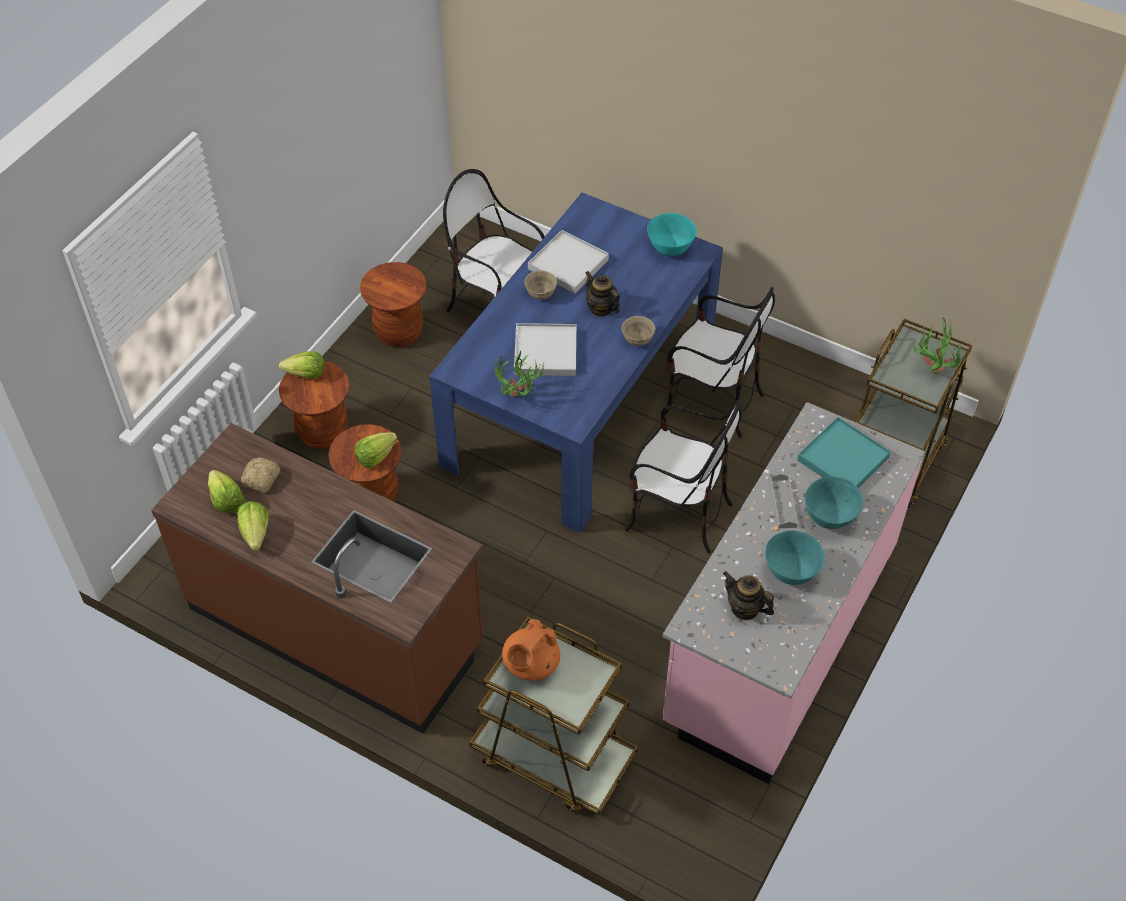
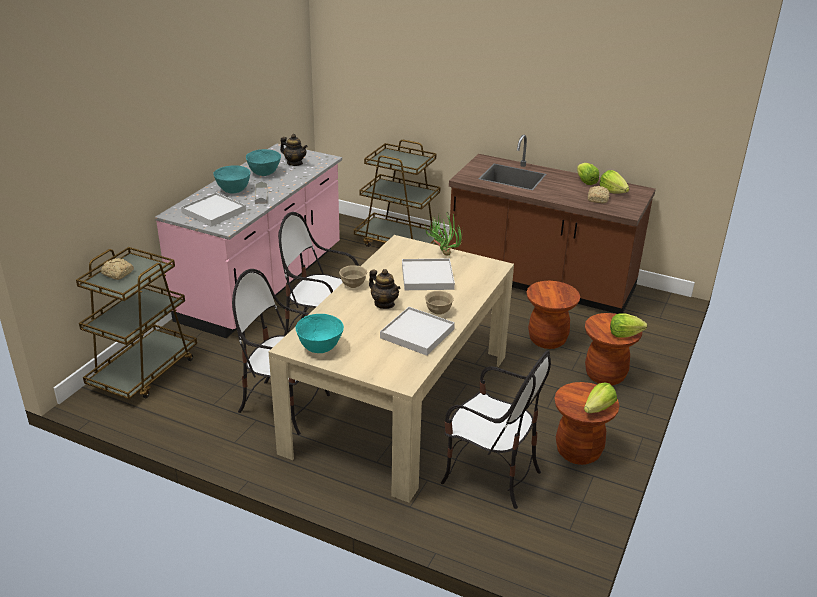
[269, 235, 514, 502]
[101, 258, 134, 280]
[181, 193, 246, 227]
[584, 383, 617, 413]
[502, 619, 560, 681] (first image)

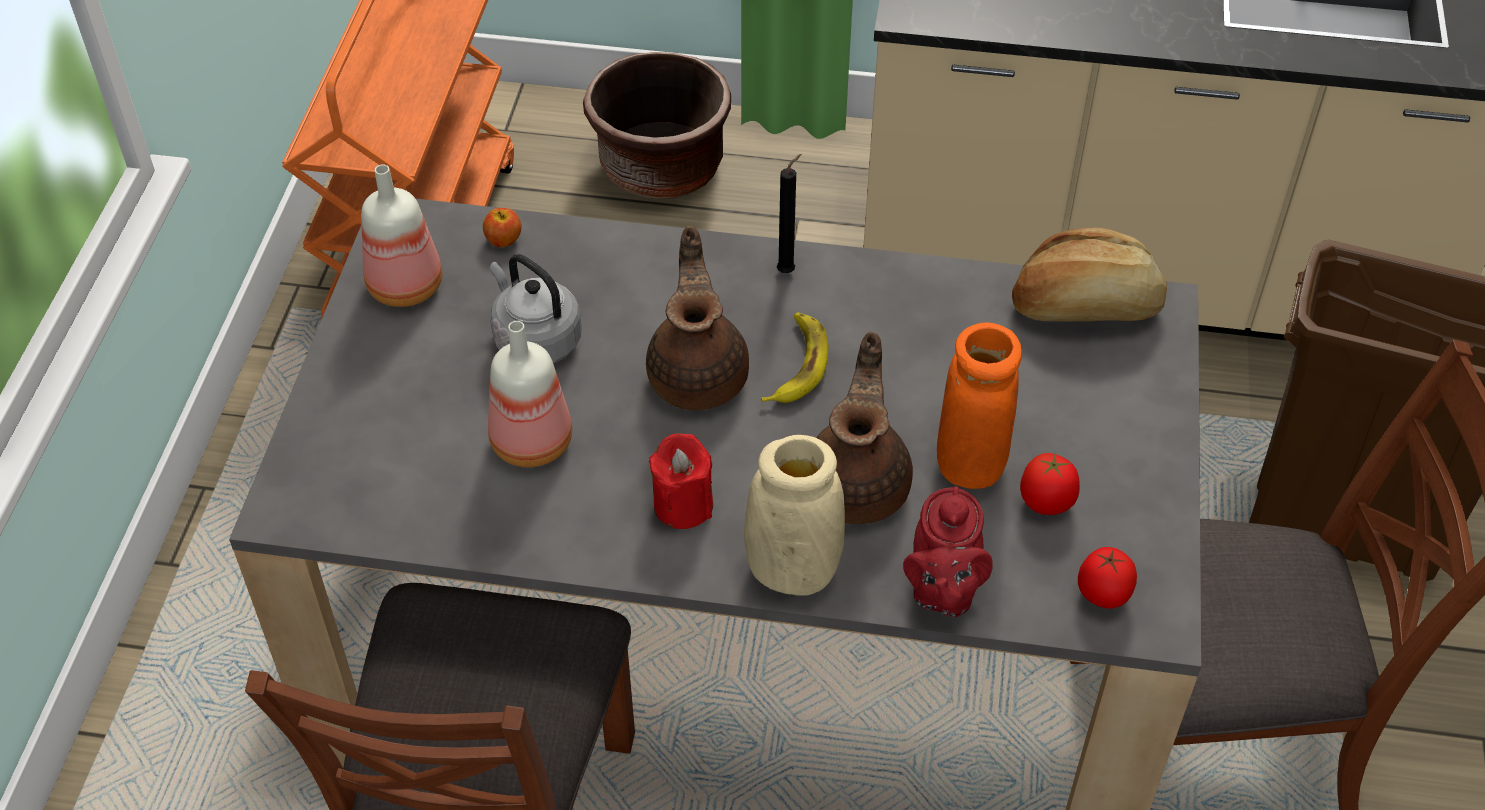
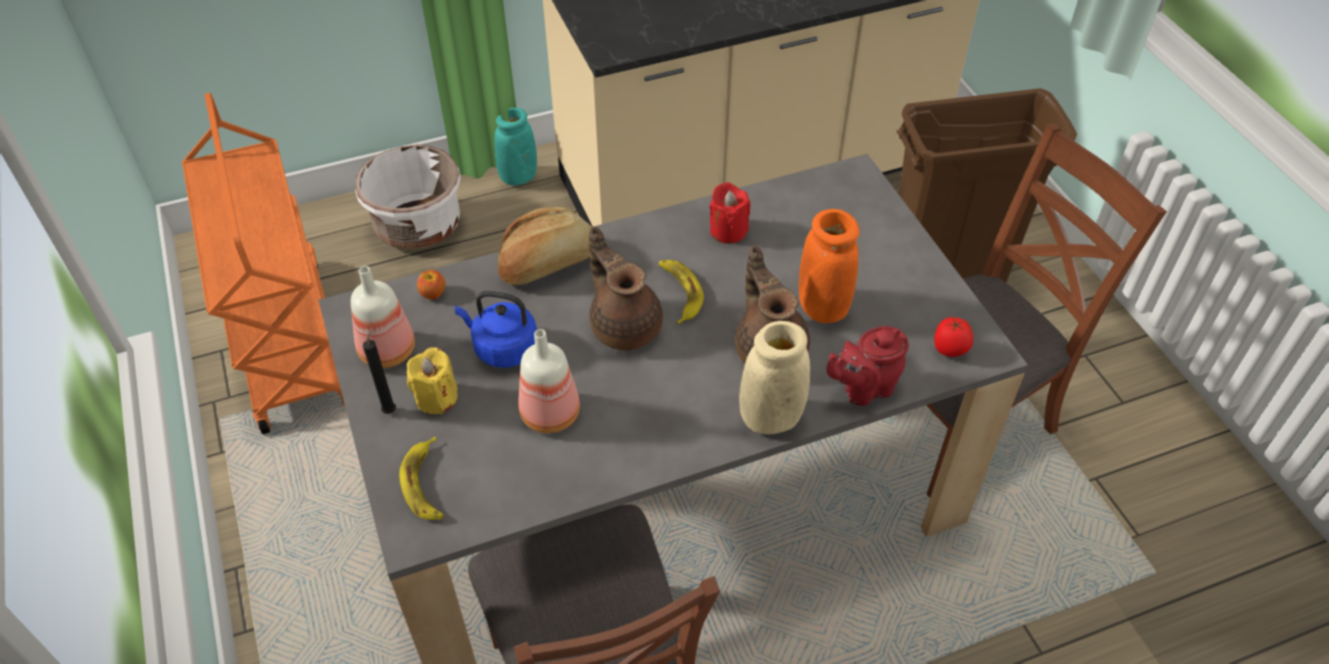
[356, 145, 461, 250]
[363, 327, 396, 414]
[498, 207, 592, 285]
[455, 291, 537, 368]
[710, 182, 750, 244]
[1020, 452, 1080, 515] (first image)
[826, 326, 909, 406]
[494, 108, 537, 186]
[407, 347, 458, 414]
[399, 437, 444, 520]

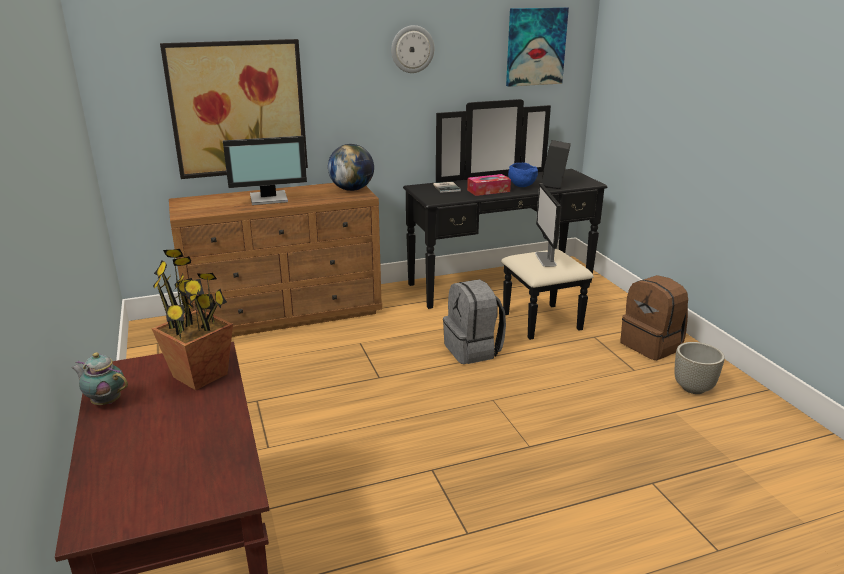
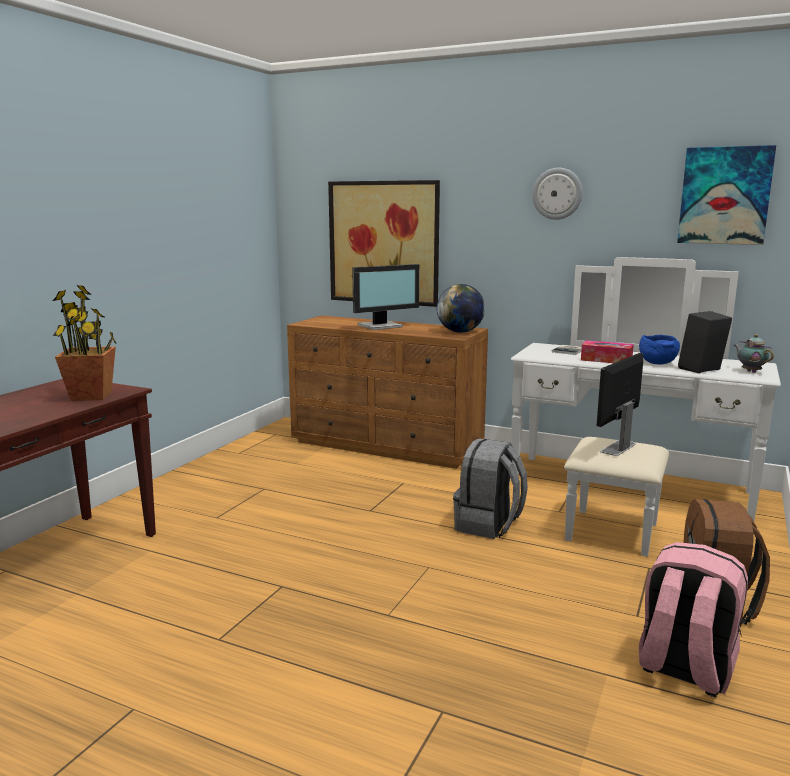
[511, 257, 781, 557]
[352, 264, 419, 330]
[639, 542, 748, 697]
[734, 334, 774, 373]

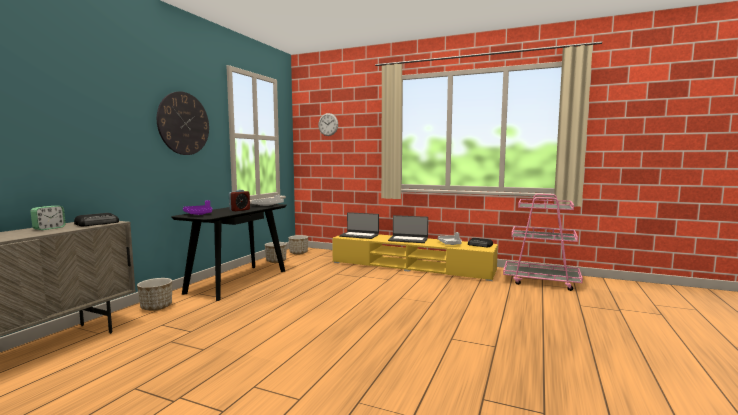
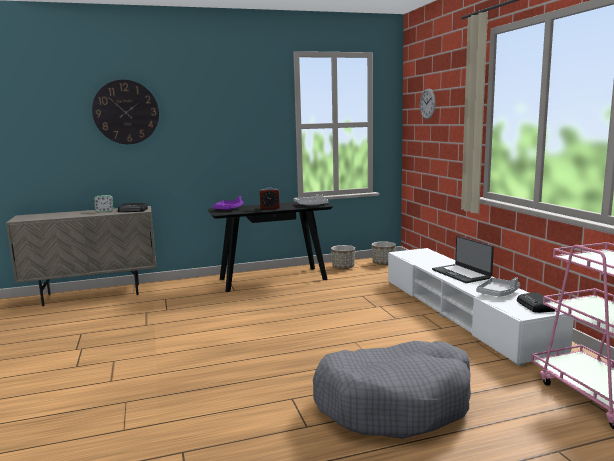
[92, 80, 159, 144]
[339, 212, 379, 239] (first image)
[388, 248, 574, 366]
[137, 278, 172, 311] (first image)
[313, 341, 471, 439]

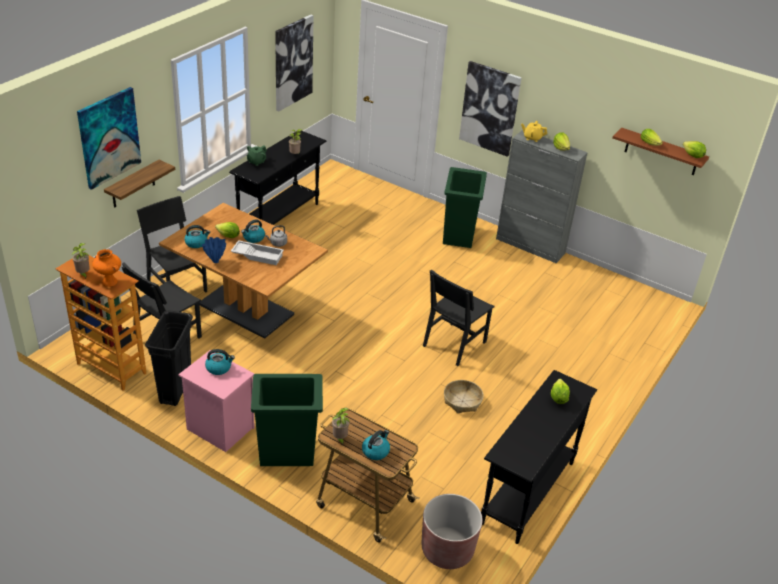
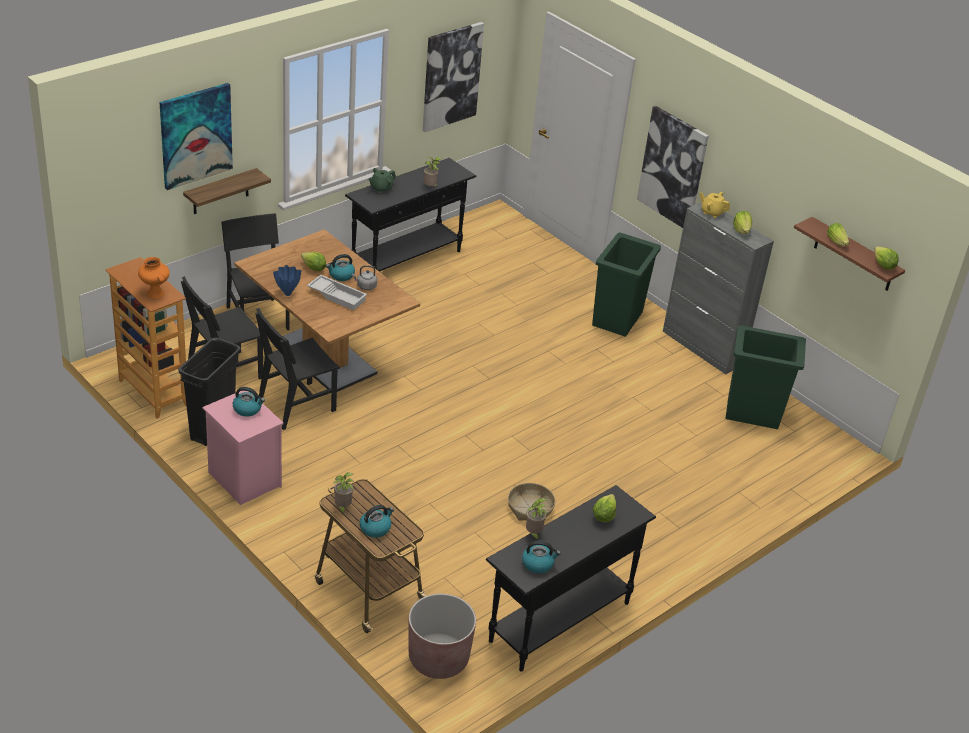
[522, 540, 561, 573]
[526, 498, 547, 541]
[255, 308, 340, 430]
[726, 325, 806, 429]

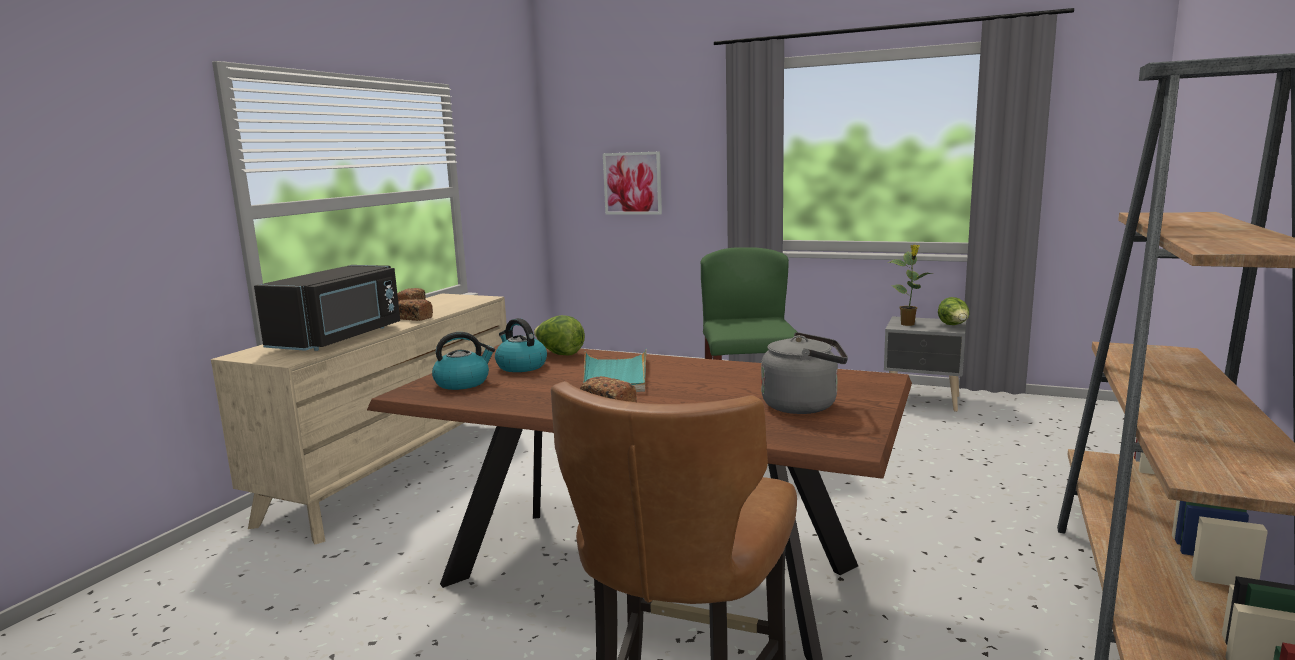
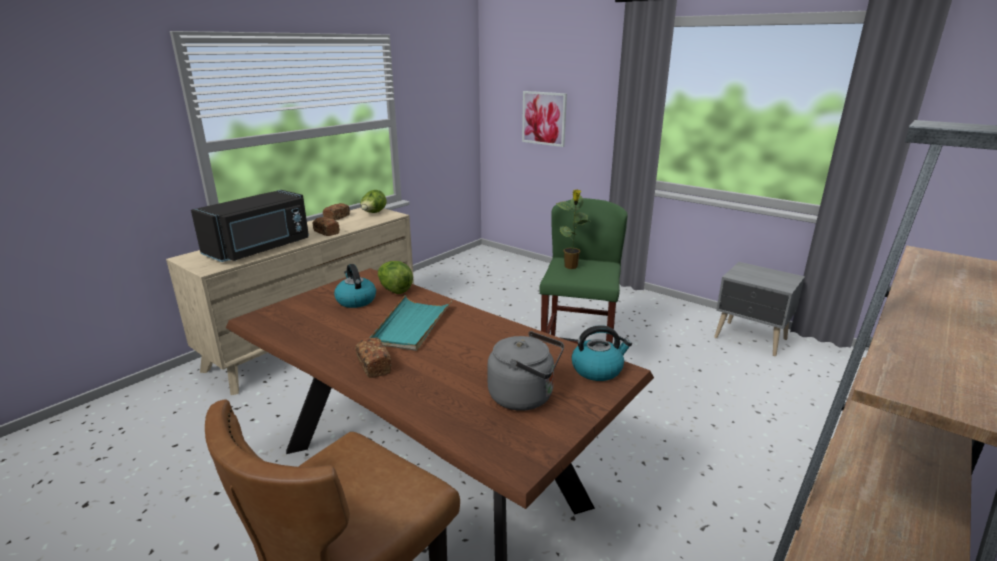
[556, 189, 591, 269]
[360, 190, 387, 213]
[571, 325, 632, 381]

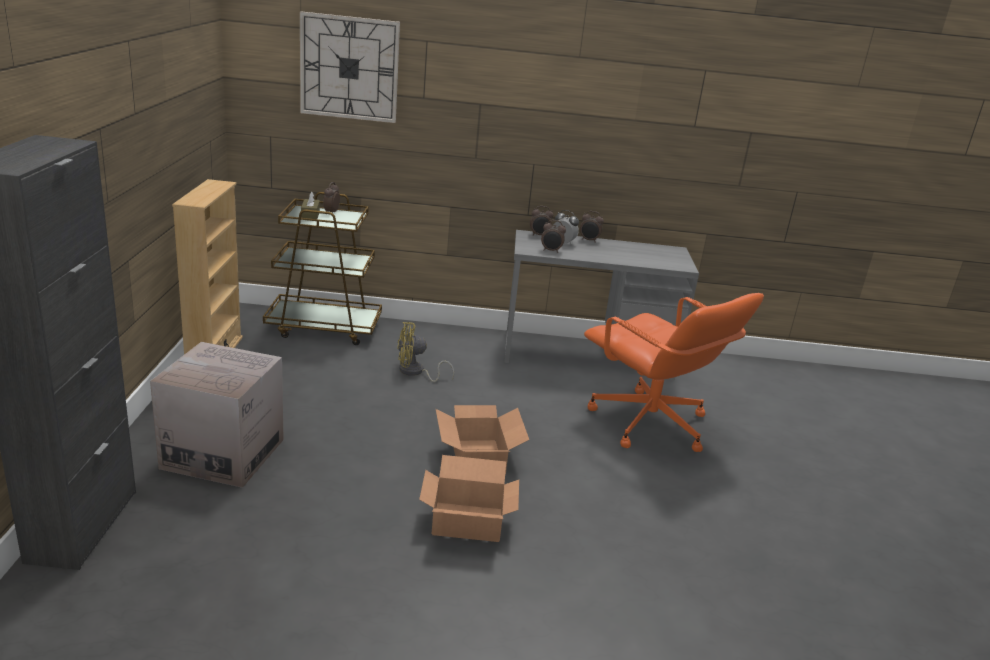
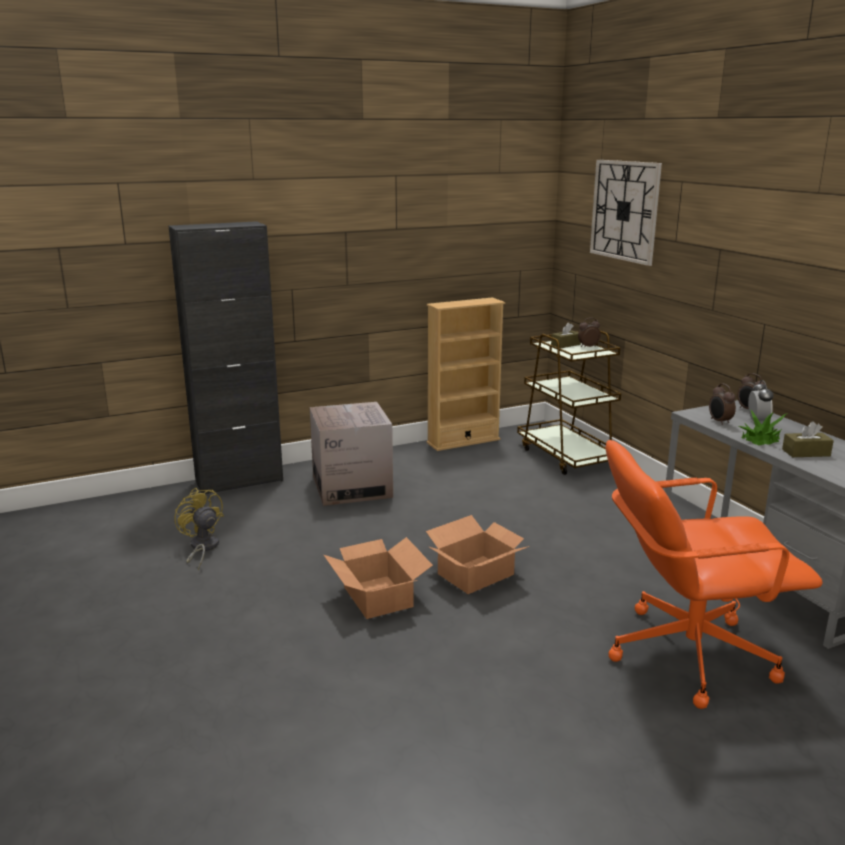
[580, 211, 604, 243] (first image)
[605, 440, 823, 709]
[174, 488, 224, 571]
[738, 409, 788, 445]
[782, 421, 834, 457]

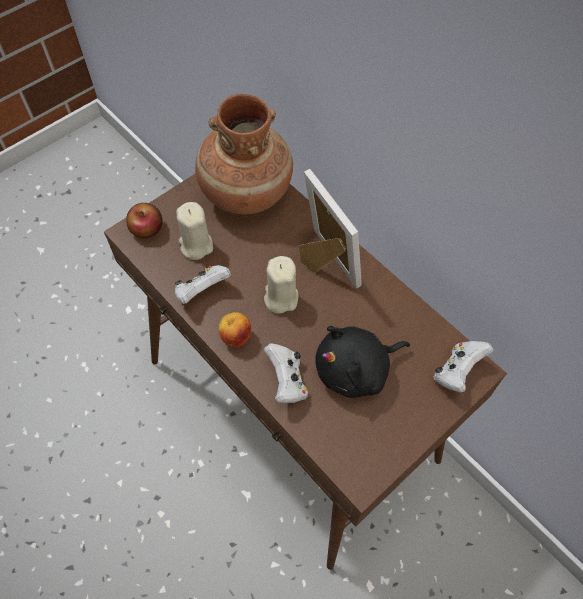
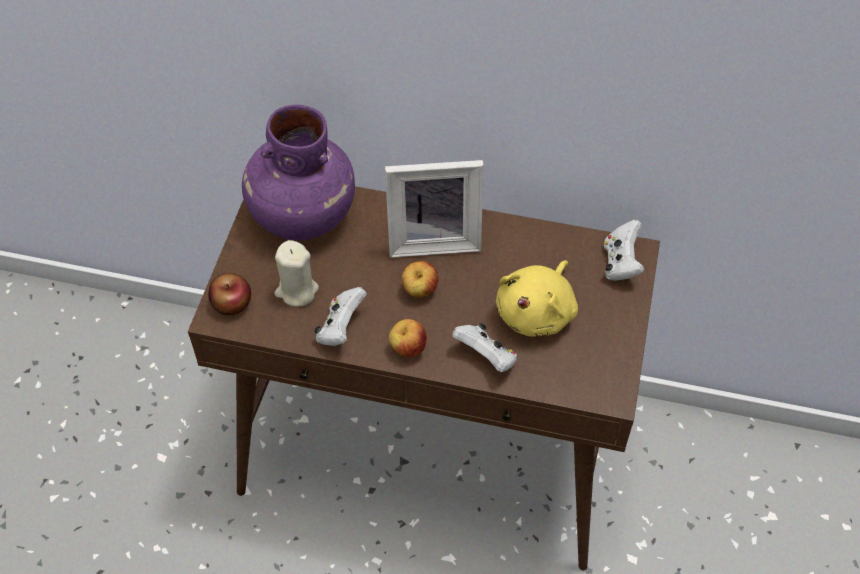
[242, 104, 355, 241]
[385, 160, 483, 258]
[402, 261, 439, 297]
[496, 260, 578, 337]

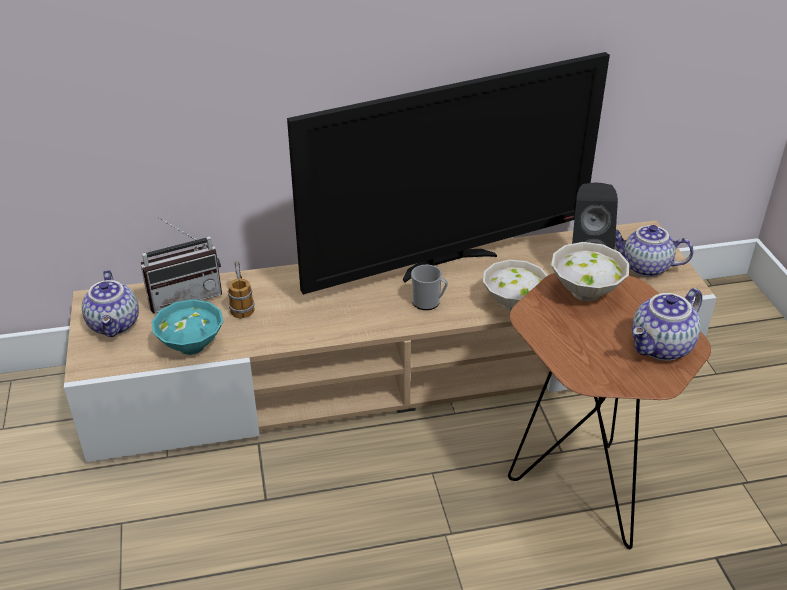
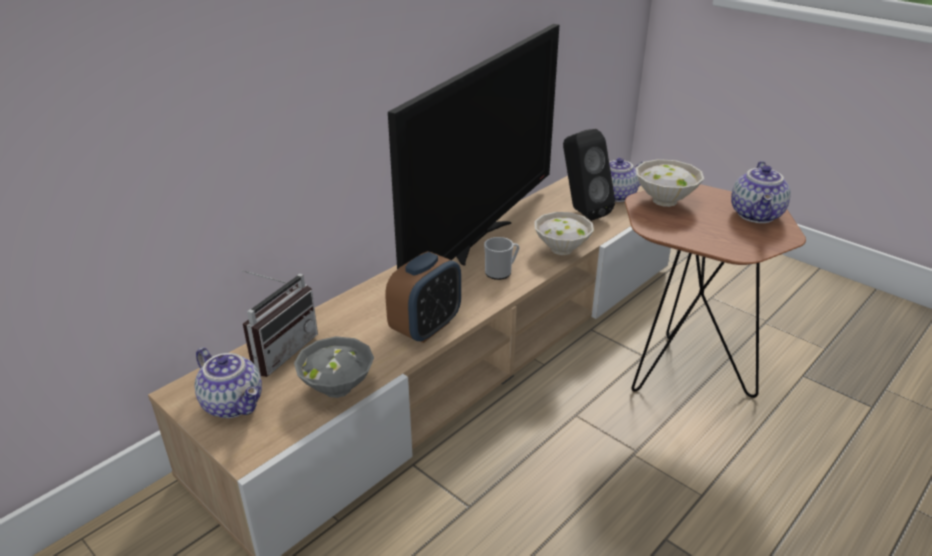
[228, 261, 255, 318] (first image)
[294, 336, 374, 398]
[385, 251, 461, 343]

